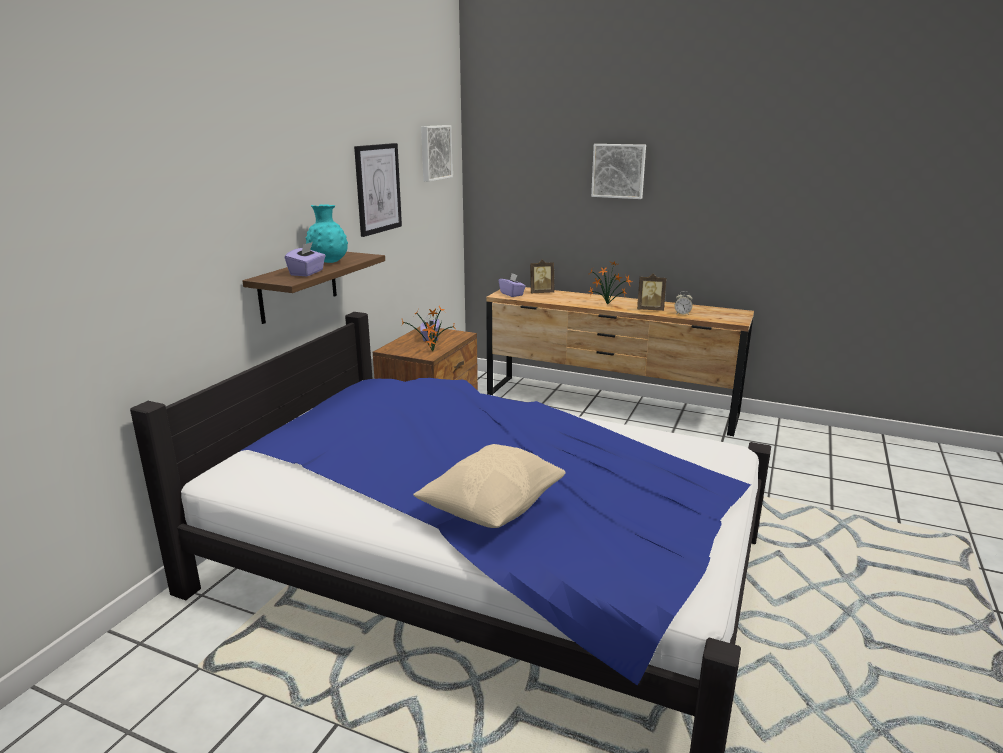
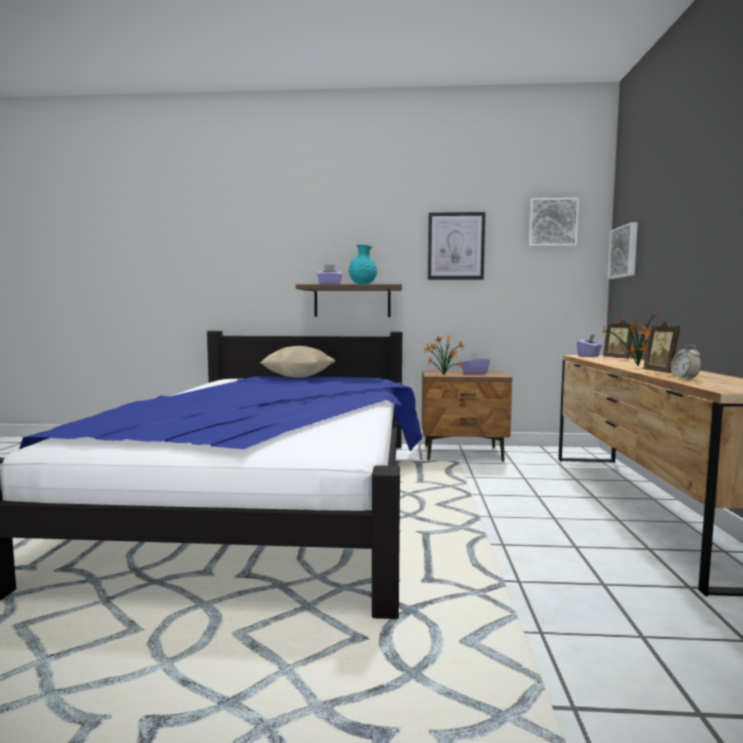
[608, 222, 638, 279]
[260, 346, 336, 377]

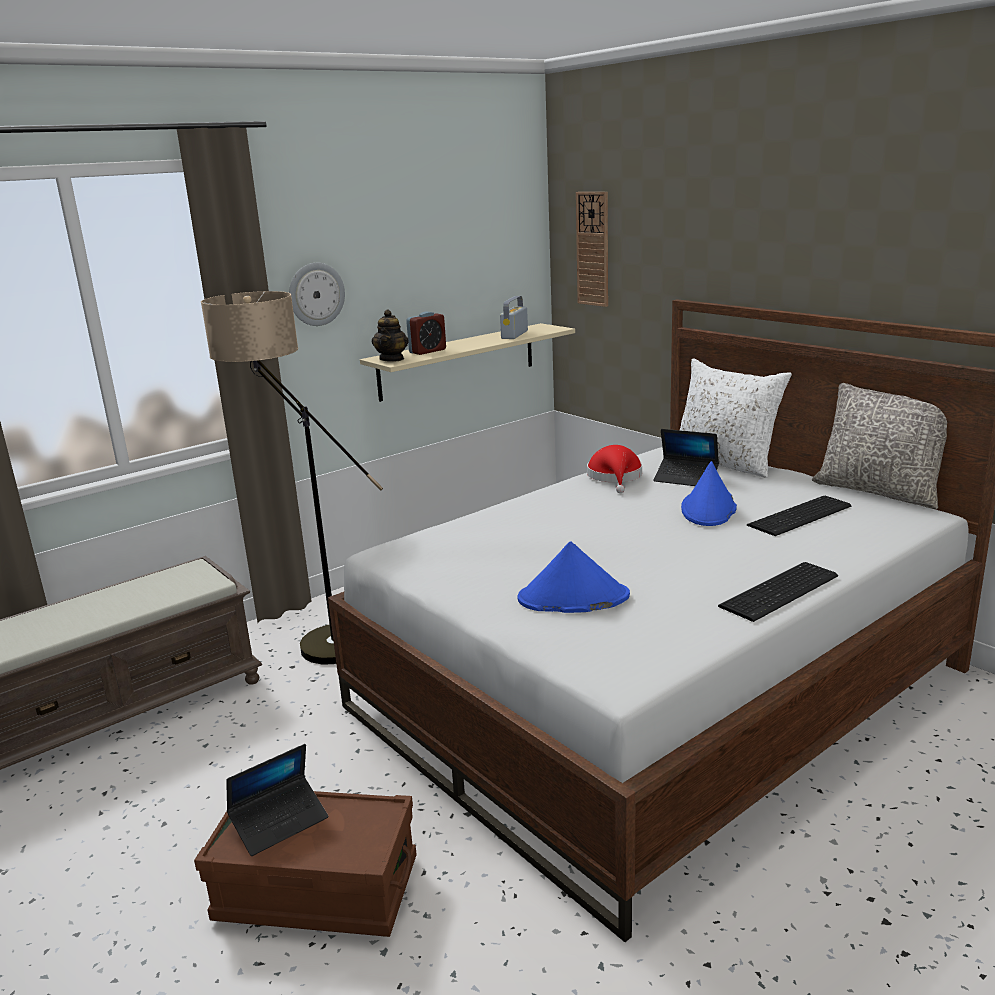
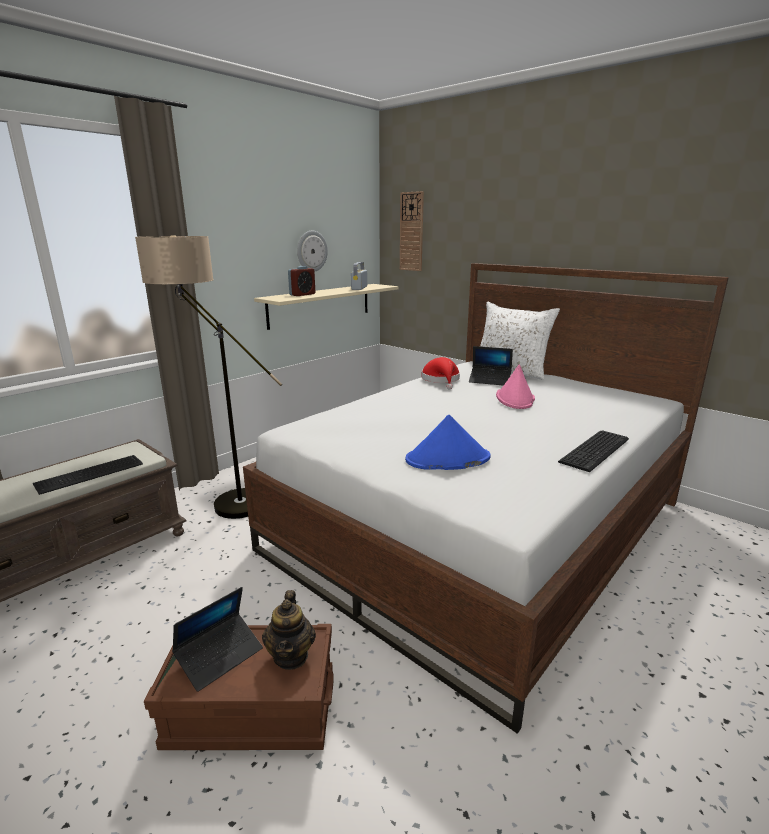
[297, 230, 328, 272]
[262, 590, 316, 670]
[812, 383, 947, 509] (first image)
[496, 364, 535, 409]
[33, 455, 143, 495]

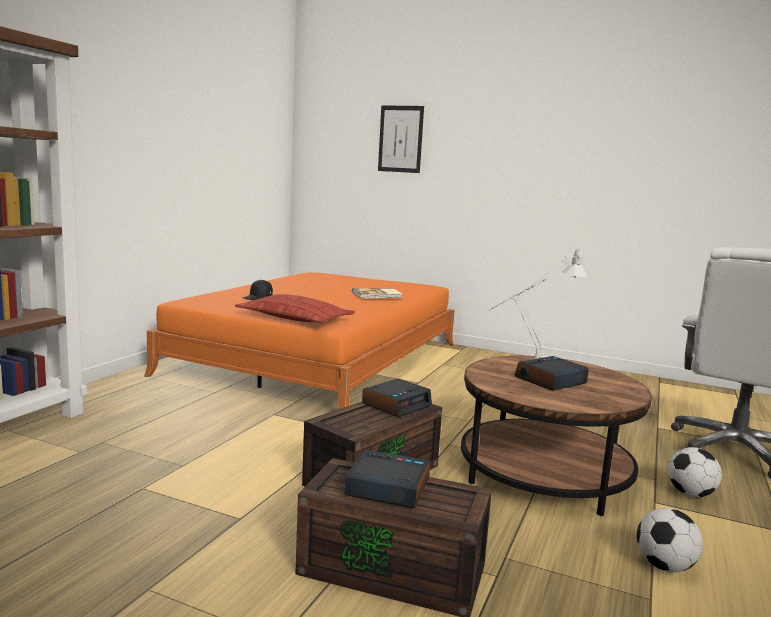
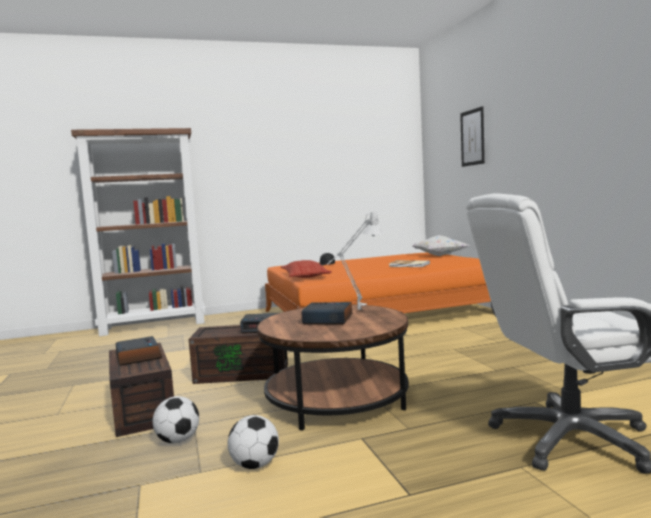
[152, 396, 199, 443]
[412, 235, 470, 256]

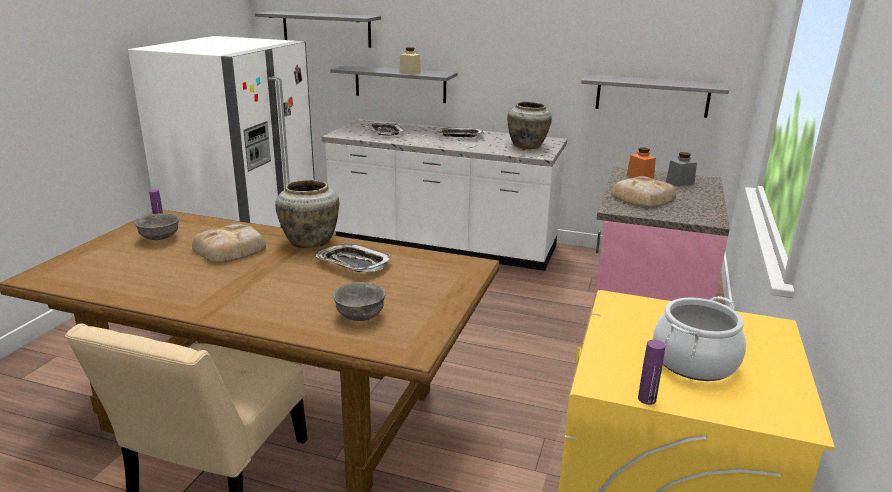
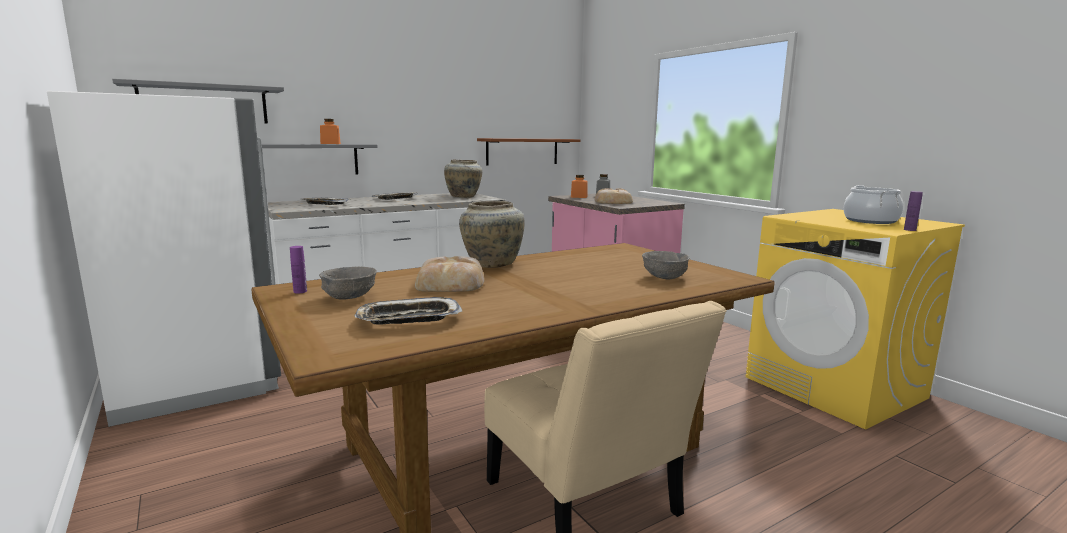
[320, 119, 341, 144]
[477, 138, 581, 166]
[354, 297, 462, 325]

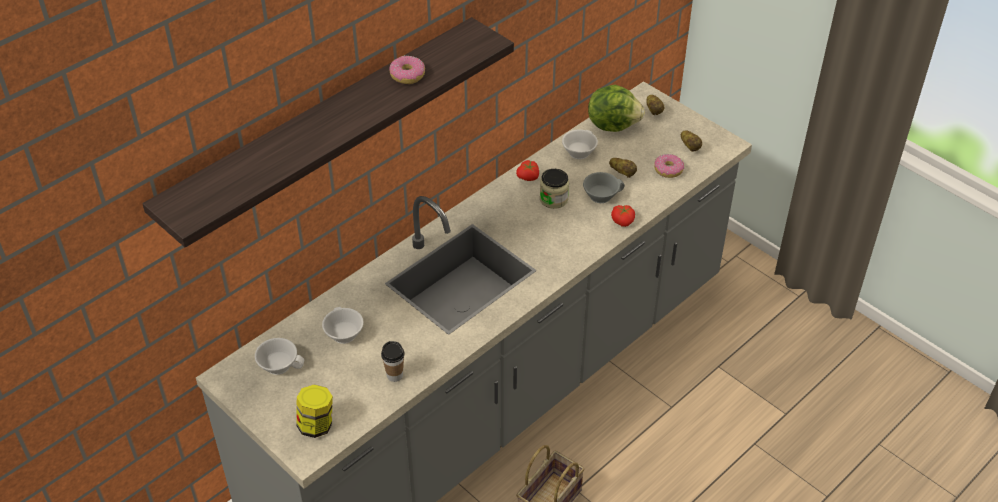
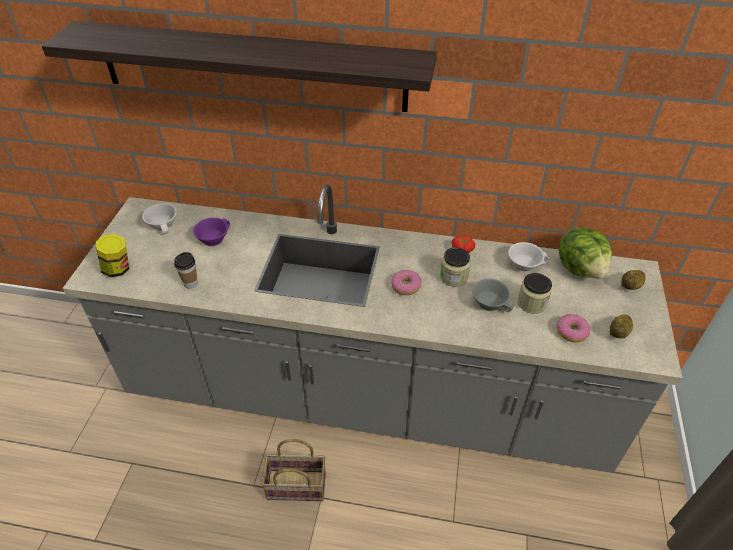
[391, 270, 421, 295]
[517, 273, 552, 314]
[611, 205, 635, 227] (first image)
[193, 218, 230, 246]

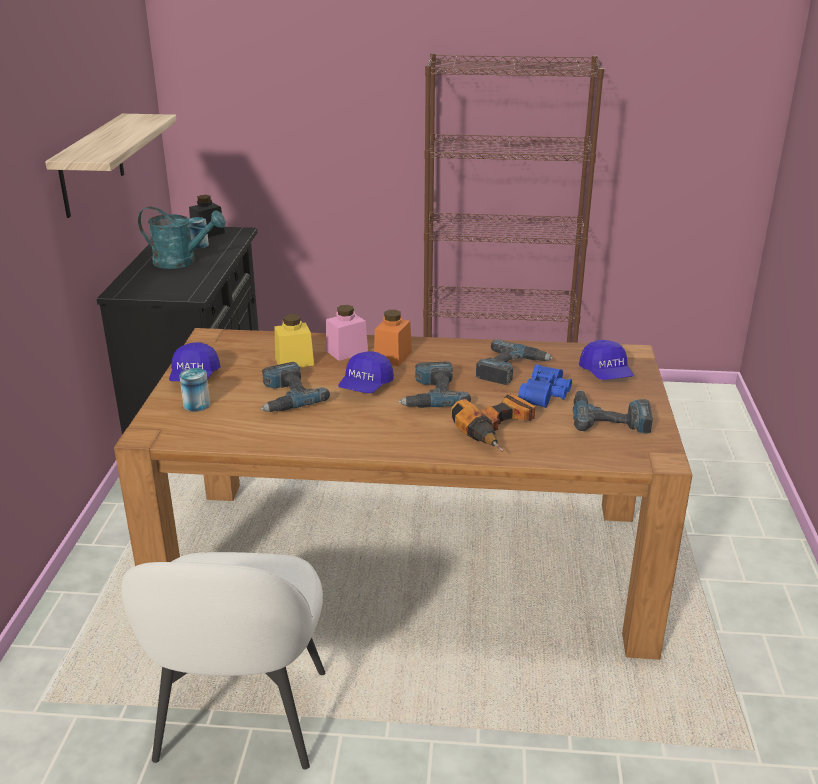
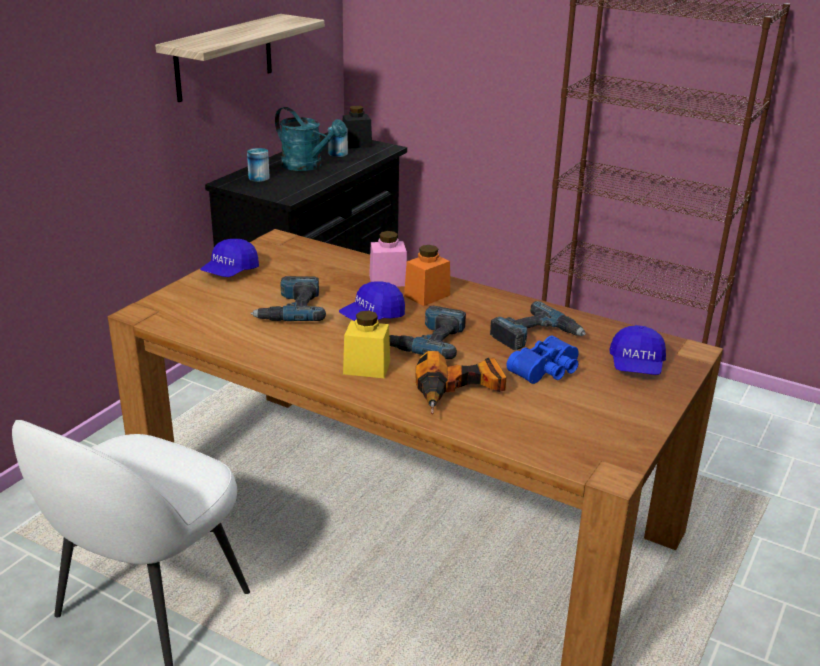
[343, 311, 390, 378]
[247, 148, 270, 182]
[573, 390, 653, 434] (first image)

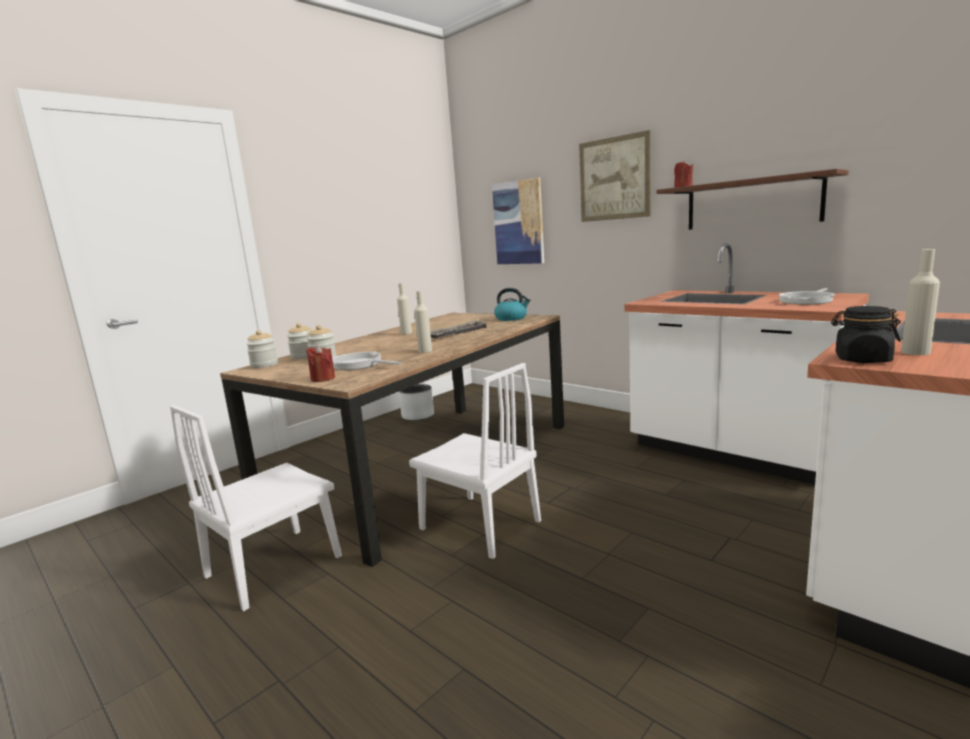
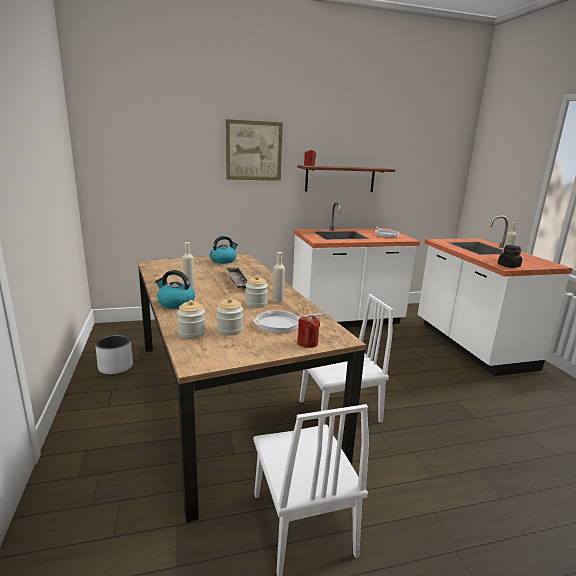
[492, 177, 544, 264] (first image)
[245, 276, 268, 308]
[155, 270, 195, 309]

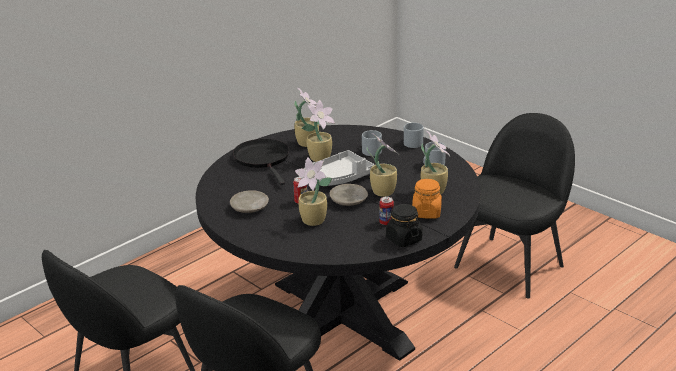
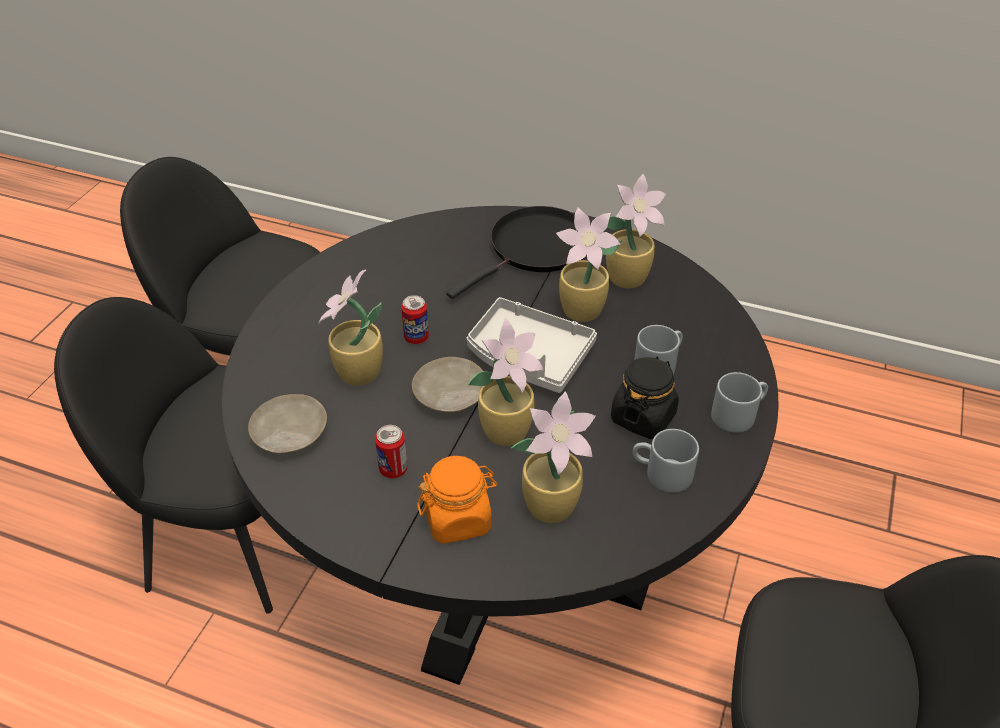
[248, 394, 327, 455]
[611, 356, 679, 439]

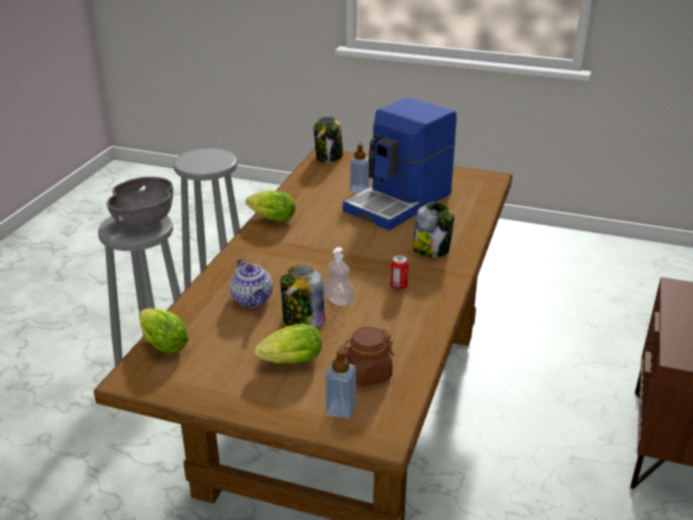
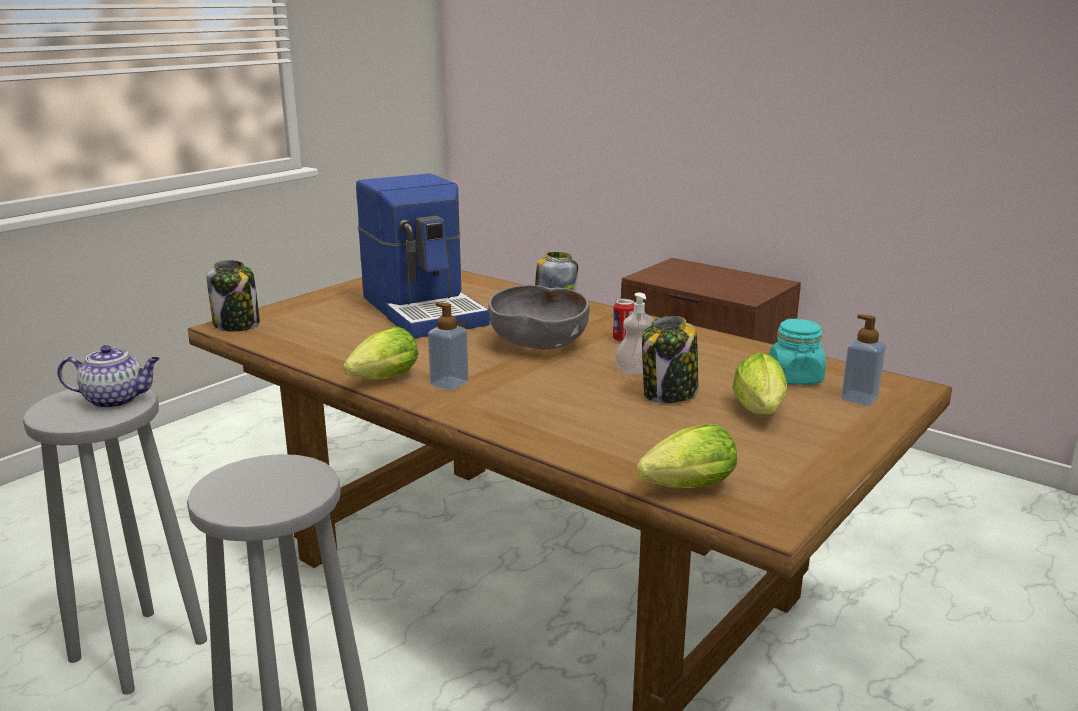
[428, 302, 469, 390]
[488, 285, 590, 350]
[57, 345, 160, 408]
[769, 319, 826, 385]

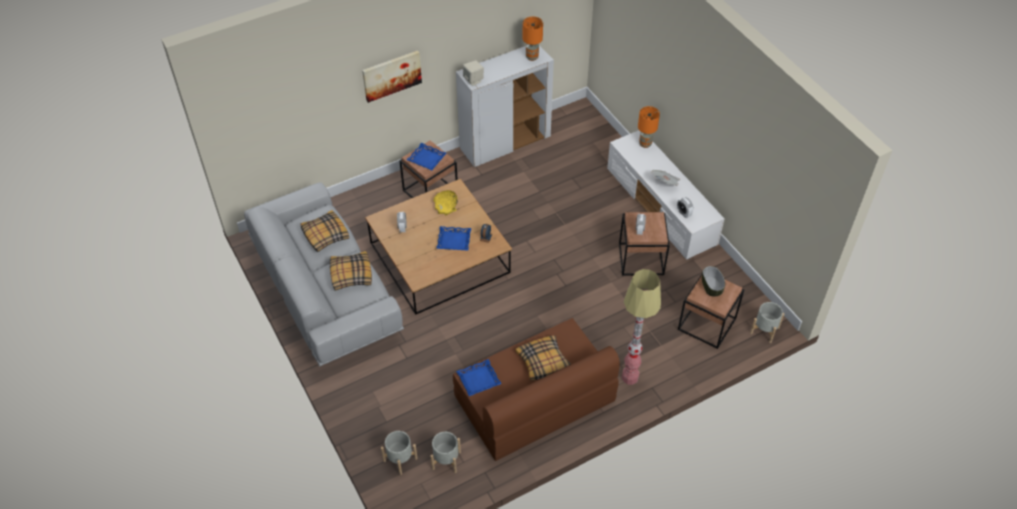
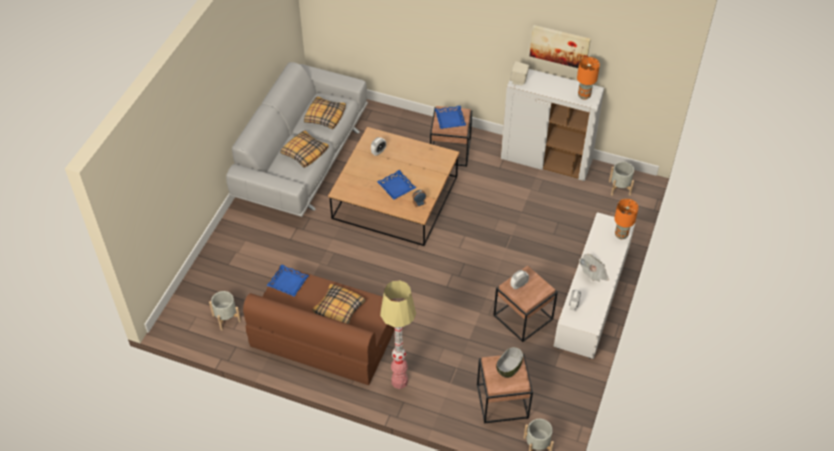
[530, 25, 591, 68]
[433, 190, 458, 216] (first image)
[609, 162, 634, 196]

